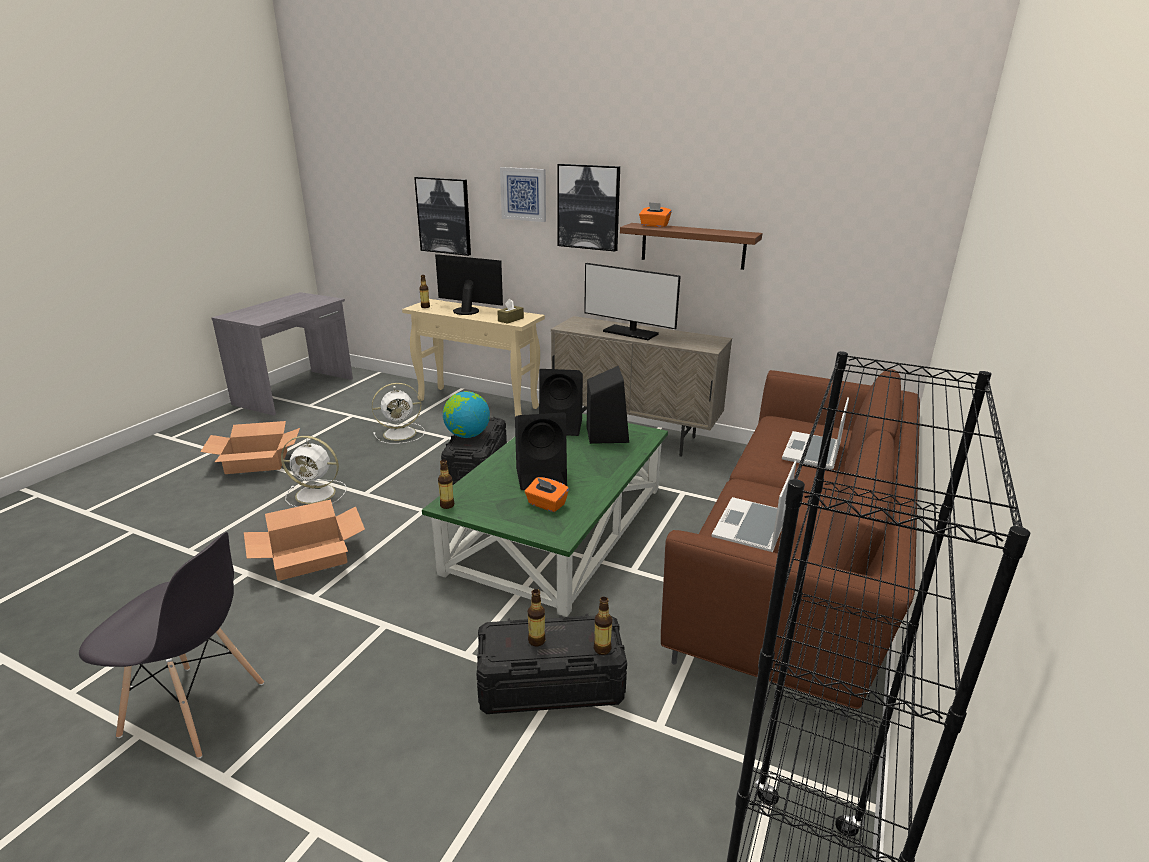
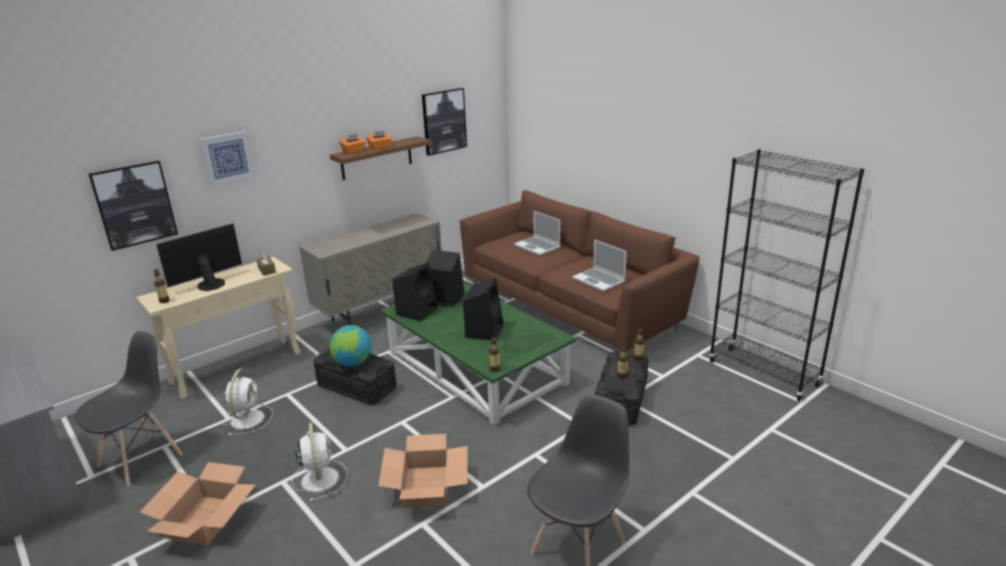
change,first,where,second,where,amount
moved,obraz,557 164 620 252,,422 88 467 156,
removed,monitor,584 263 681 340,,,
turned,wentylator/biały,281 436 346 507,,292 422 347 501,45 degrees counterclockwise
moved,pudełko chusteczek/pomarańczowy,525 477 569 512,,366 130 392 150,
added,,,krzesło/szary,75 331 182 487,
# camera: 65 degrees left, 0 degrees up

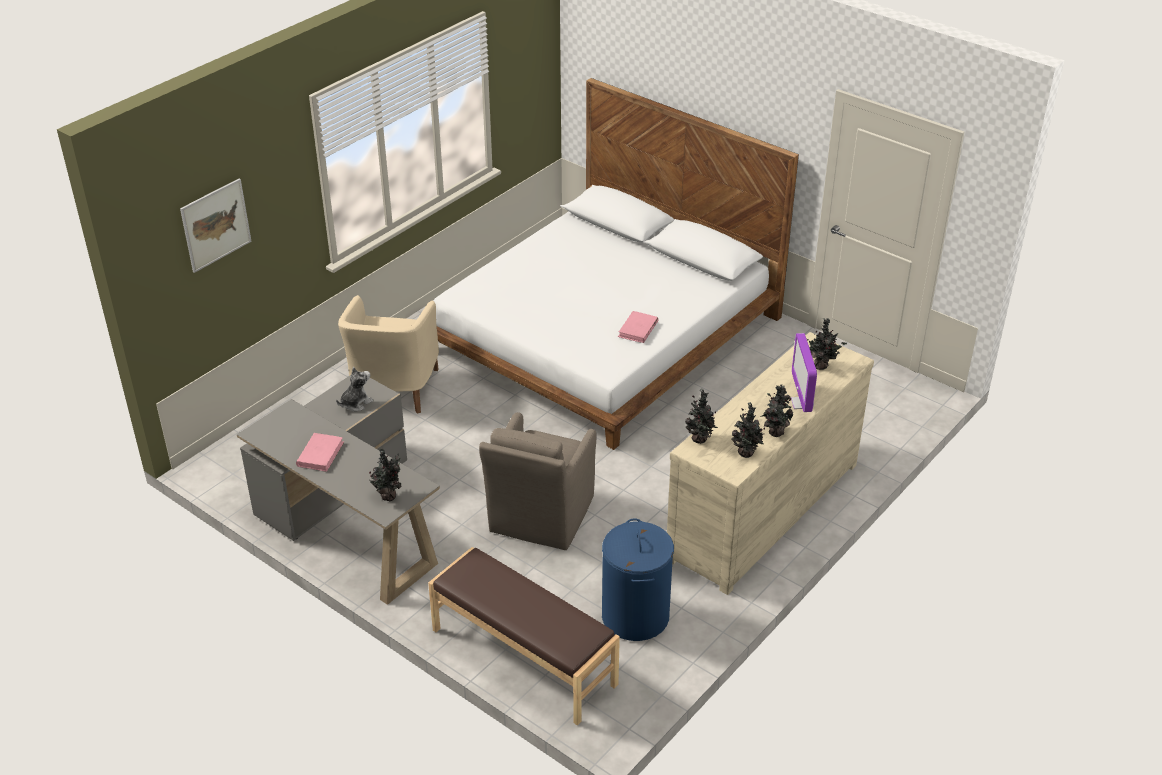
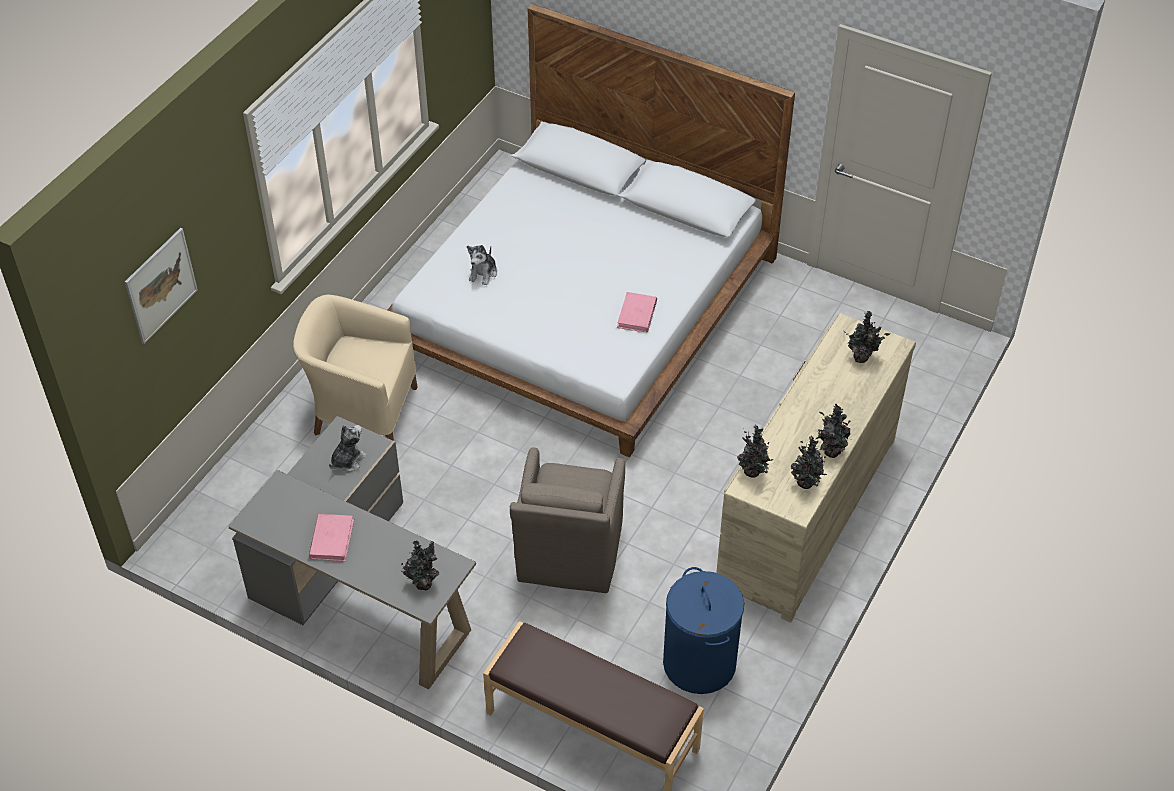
change,first,where,second,where,amount
turned,fotel/beżowy,338 295 439 414,,293 295 418 440,105 degrees clockwise
removed,monitor,791 333 817 412,,,
added,,,pluszak,467 245 497 285,
# camera: 10 degrees left, 10 degrees up

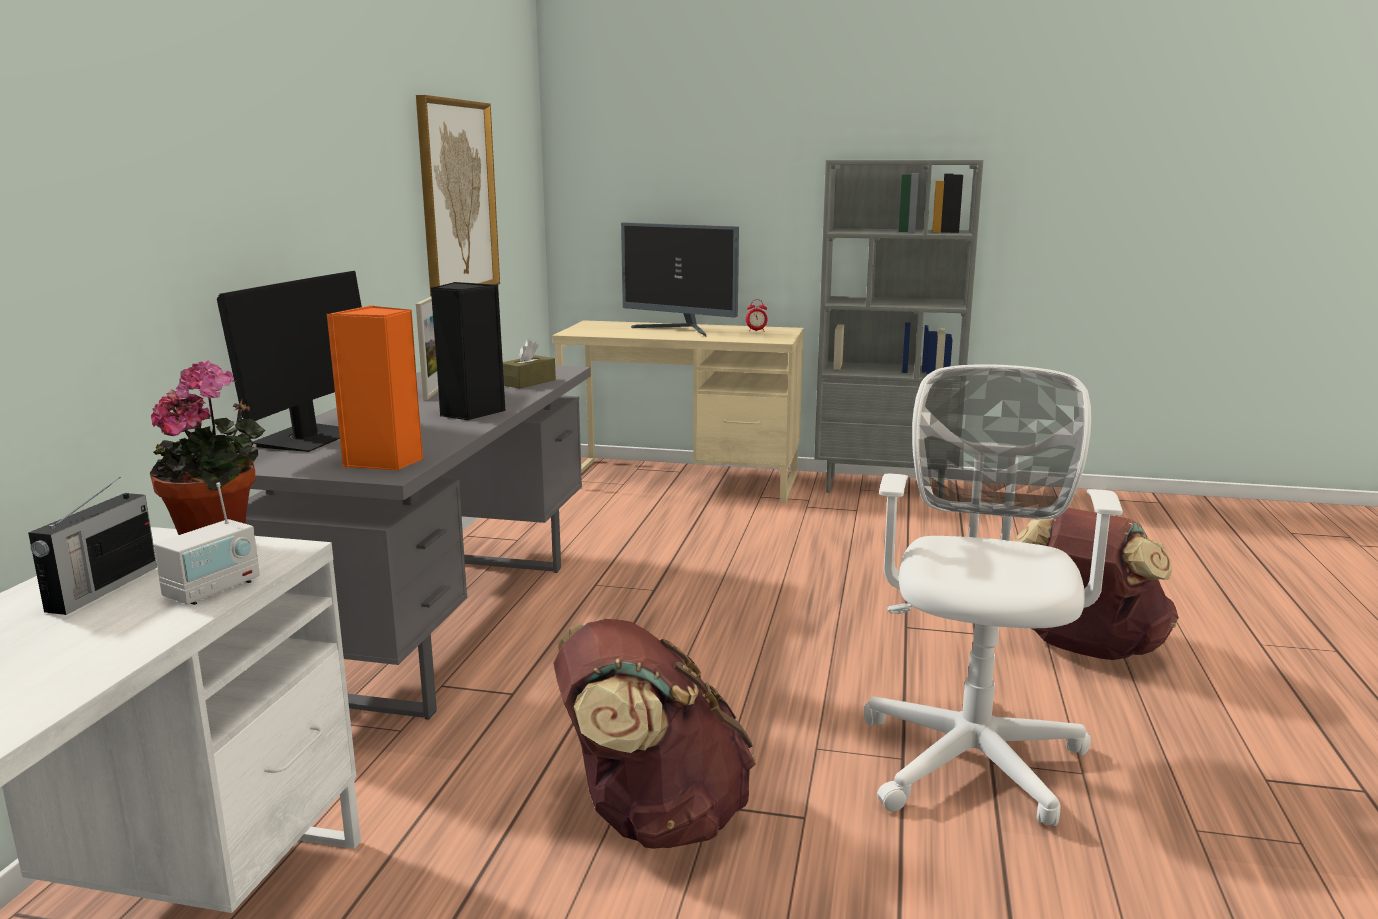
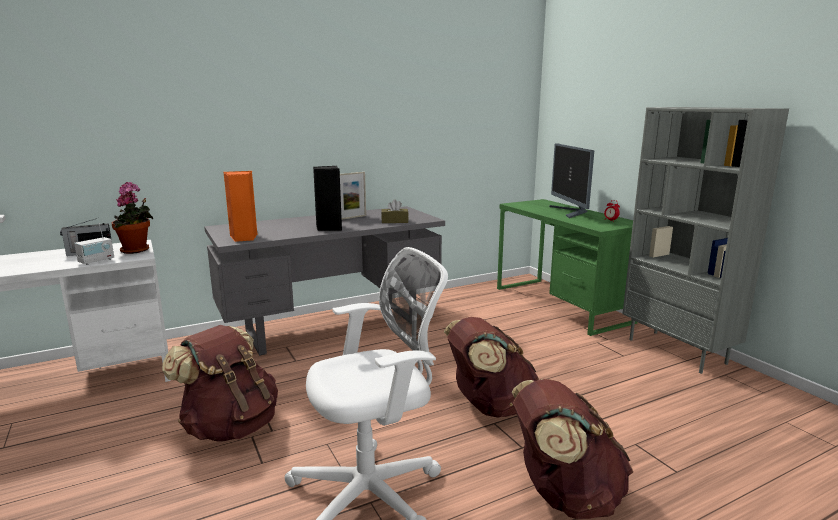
change,first,where,second,where,amount
removed,obraz,416 95 500 297,,,
removed,monitor,217 271 362 452,,,
recoloured,biurko/beżowy,552 320 804 503,biurko/zielony,497 199 638 336,
turned,radio,154 482 260 605,,74 223 114 265,45 degrees counterclockwise
added,,,plecak/brązowy,444 317 539 418,
# camera: 50 degrees right, 0 degrees up

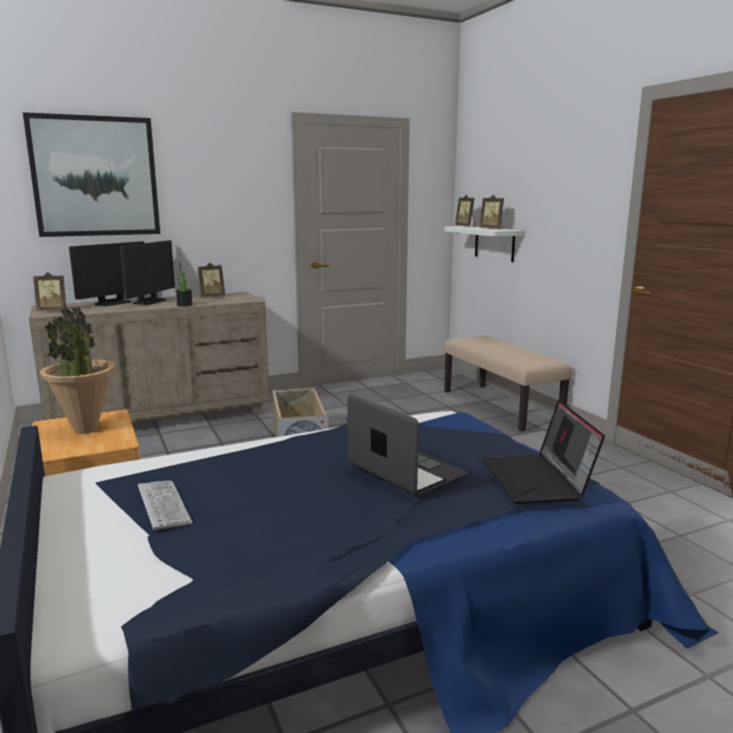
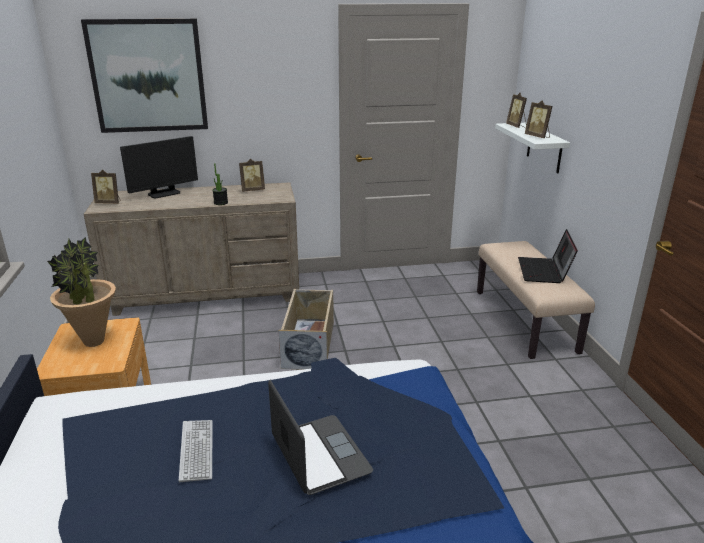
change,first,where,second,where,amount
removed,monitor,120 240 175 305,,,
moved,laptop,482 400 605 504,,518 229 578 283,
moved,klawiatura,138 480 193 530,,179 420 213 482,
# camera: 15 degrees right, 10 degrees up

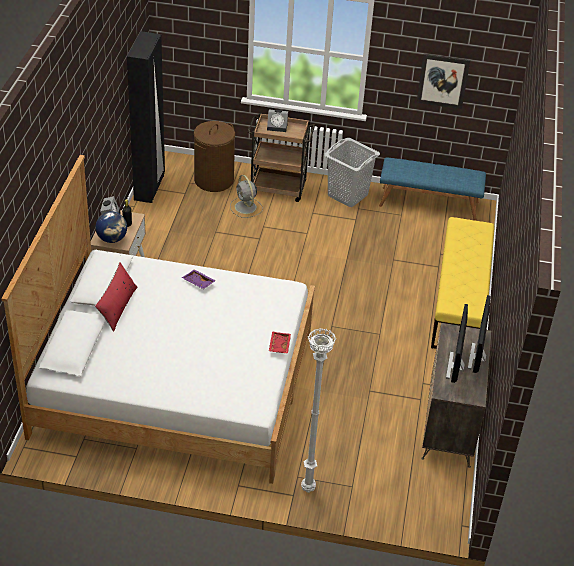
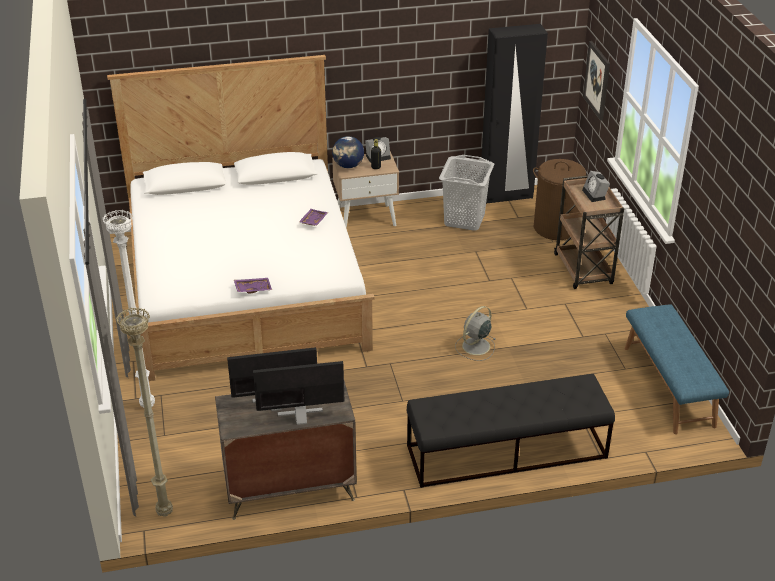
change,first,where,second,where,amount
moved,obraz,416 54 470 109,,583 41 610 121,
moved,kosz na pranie/szary,324 138 380 207,,439 155 494 231,
moved,wentylator/szary,230 175 263 218,,455 306 496 361,
recoloured,ławka/żółty,431 217 495 349,ławka/czarny,406 374 615 488,
removed,poduszka/czerwony,95 262 137 332,,,
recoloured,taca/czerwony,269 331 291 353,taca/fioletowy,234 278 272 293,
added,,,lampa stojąca/beżowy,116 307 173 517,
# camera: 70 degrees right, 5 degrees down

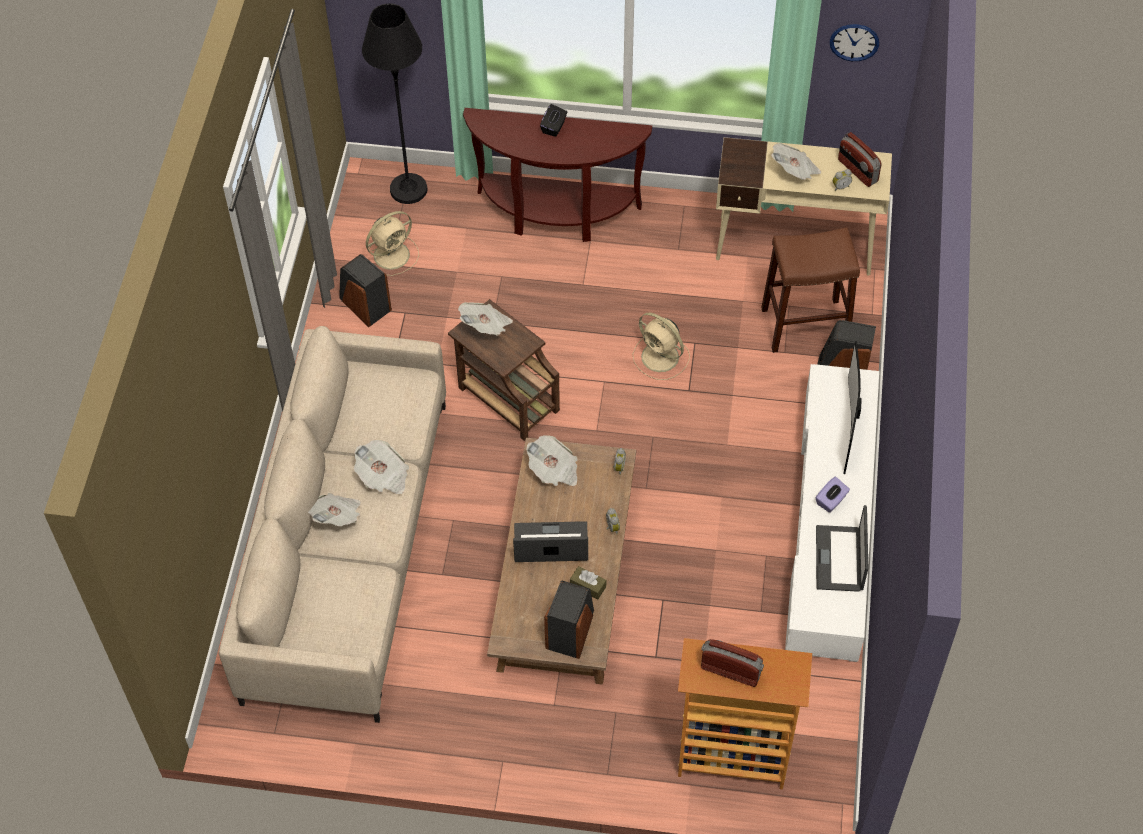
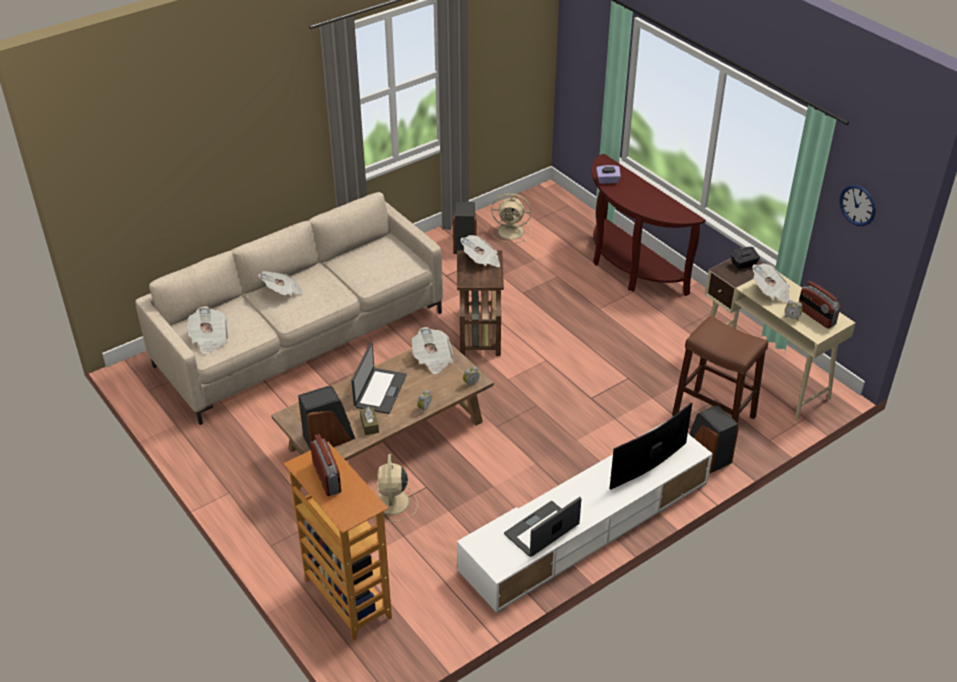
change,first,where,second,where,amount
removed,lampa stojąca/czarny,362 3 427 204,,,
moved,pudełko chusteczek/czarny,540 104 567 137,,731 247 760 270,
turned,radio,838 132 882 187,,799 281 840 329,45 degrees counterclockwise
moved,wentylator/beżowy,633 313 690 380,,373 454 418 522,
moved,gazeta,354 440 409 495,,186 306 229 354,
moved,pudełko chusteczek/fioletowy,815 477 850 513,,596 165 621 184,
turned,laptop,513 521 588 562,,351 342 407 414,60 degrees clockwise
# camera: 45 degrees right, 15 degrees down

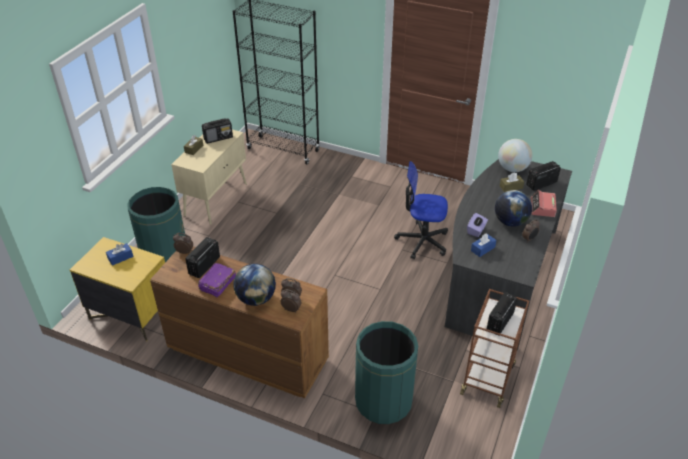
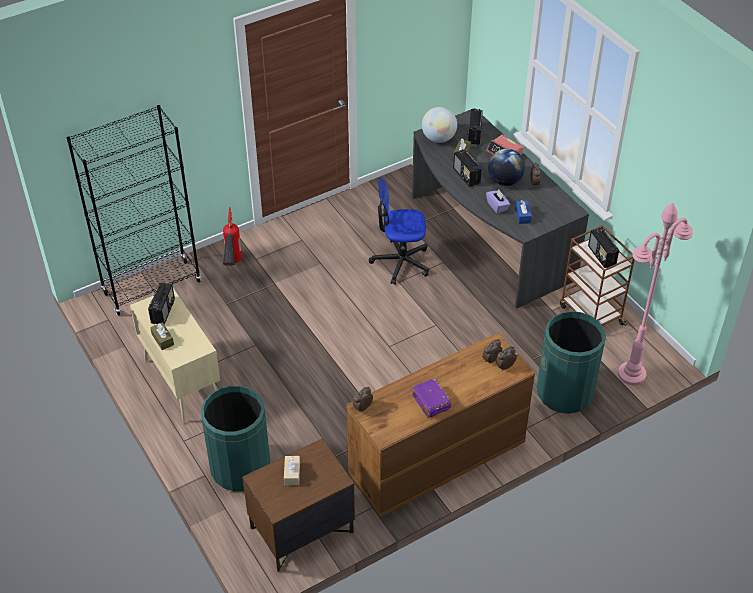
change,first,where,second,where,amount
turned,krzesło biurowe,394 161 448 259,,369 178 429 285,45 degrees clockwise
recoloured,szafka nocna/żółty,70 237 165 341,szafka nocna/brązowy,242 439 355 572,
moved,radio,185 237 220 278,,453 149 482 187,
recoloured,pudełko chusteczek/niebieski,106 243 133 266,pudełko chusteczek/beżowy,284 456 300 485,
removed,globus,234 264 276 306,,,
added,,,lampa stojąca/różowy,618 203 693 385,
added,,,gaśnica,223 207 242 266,
# camera: 55 degrees left, 5 degrees up

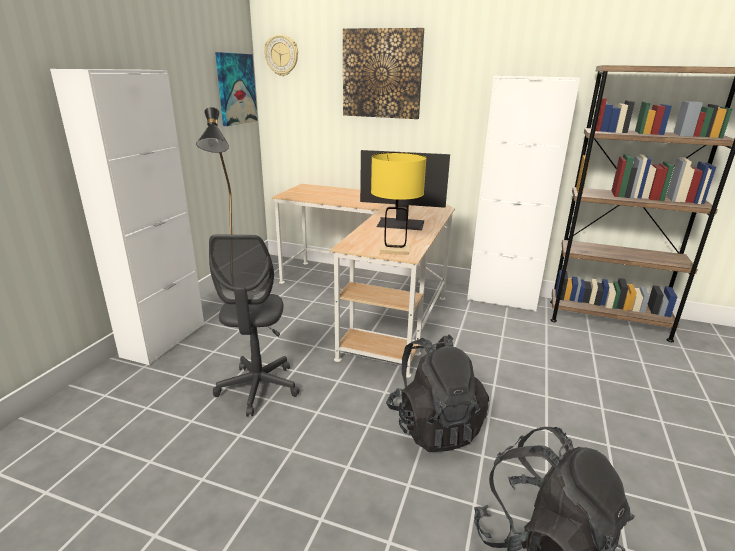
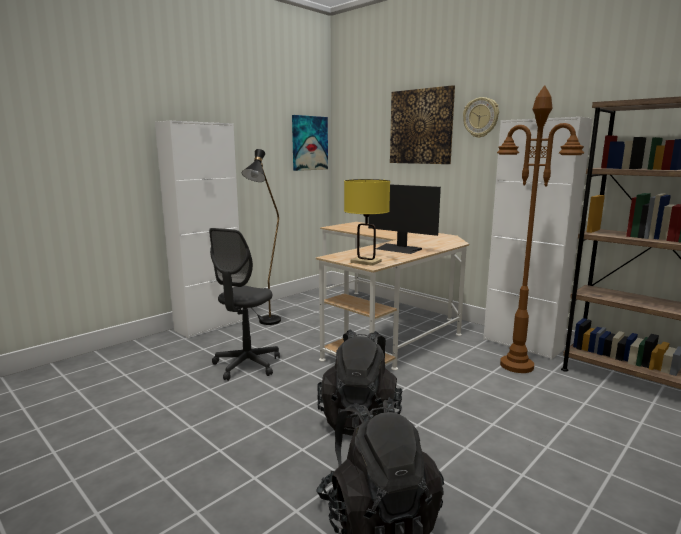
change,first,where,second,where,amount
moved,zegar ścienny,264 34 298 76,,463 97 499 138,
added,,,lampa stojąca/brązowy,497 85 584 373,
# camera: 25 degrees right, 10 degrees down

